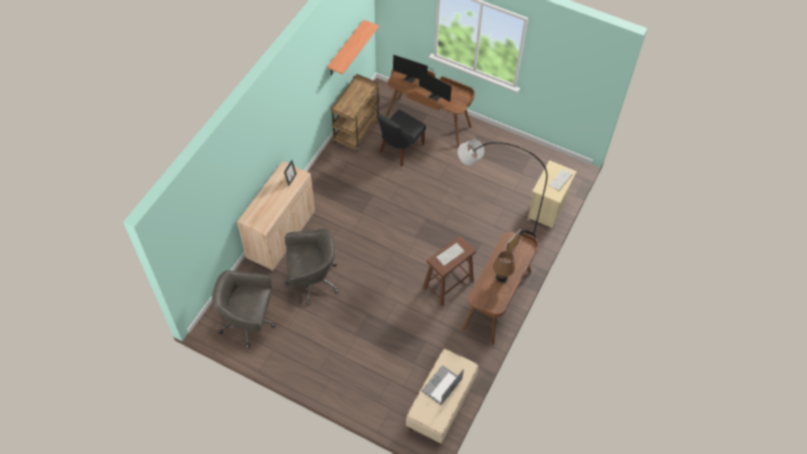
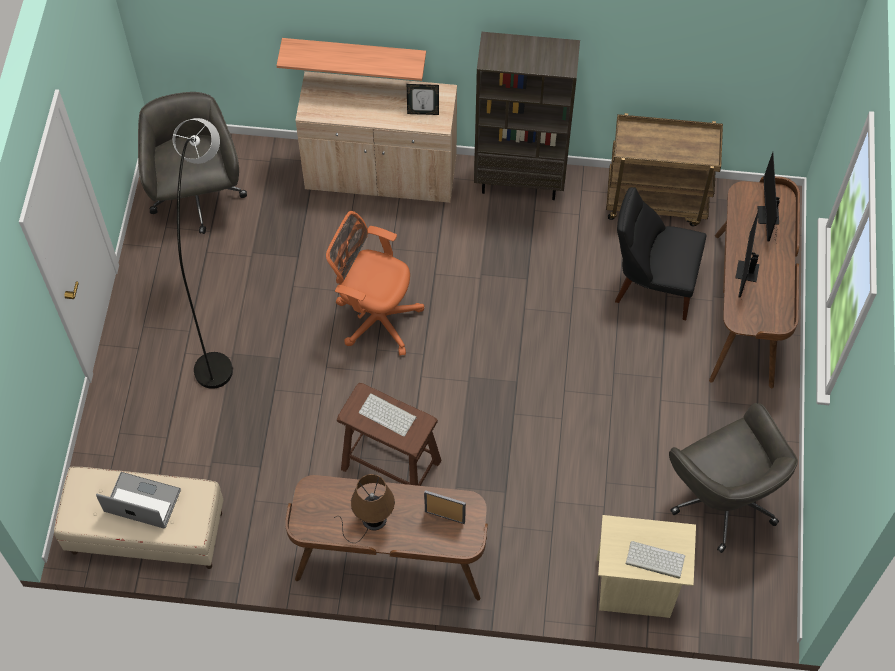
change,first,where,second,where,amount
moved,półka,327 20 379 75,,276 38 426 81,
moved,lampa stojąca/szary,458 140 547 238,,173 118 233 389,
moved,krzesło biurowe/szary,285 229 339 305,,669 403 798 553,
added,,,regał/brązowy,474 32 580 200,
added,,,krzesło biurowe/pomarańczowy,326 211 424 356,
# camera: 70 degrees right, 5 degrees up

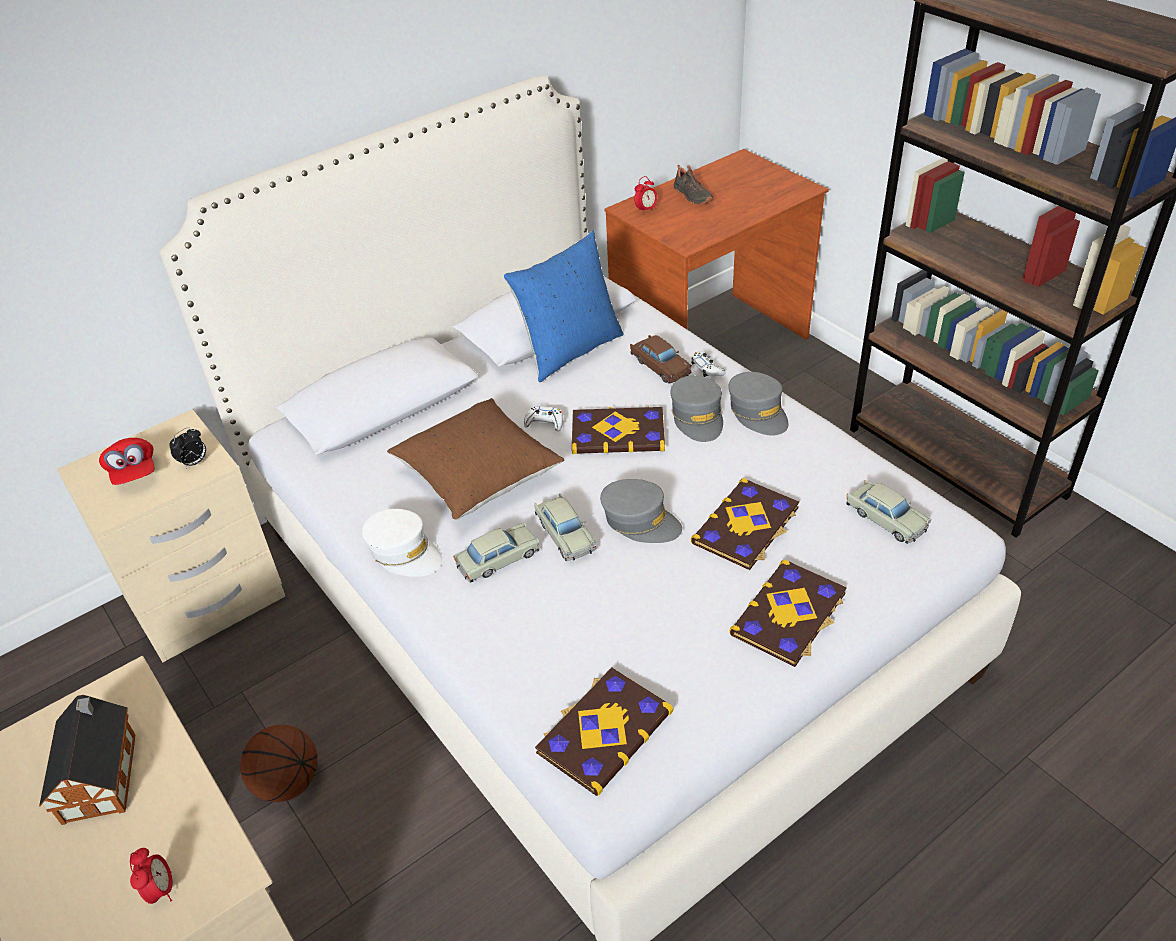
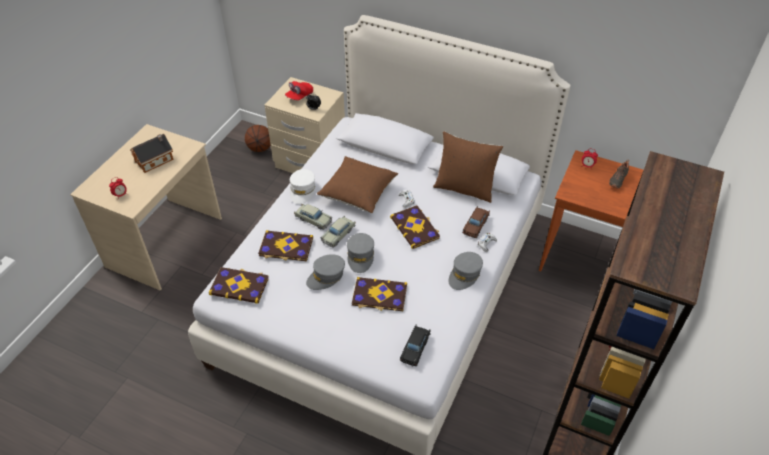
change,first,where,second,where,amount
recoloured,poduszka/niebieski,504 231 623 382,poduszka/brązowy,433 131 503 203,
moved,czapka z daszkiem/szary,670 375 723 442,,306 254 345 290,
recoloured,samochodzik/beżowy,846 480 931 544,samochodzik/czarny,400 325 431 366,
moved,książka,729 560 847 667,,258 230 313 261,
moved,piłka do koszykówki,240 725 318 802,,245 125 271 152,
# camera: 60 degrees right, 5 degrees up

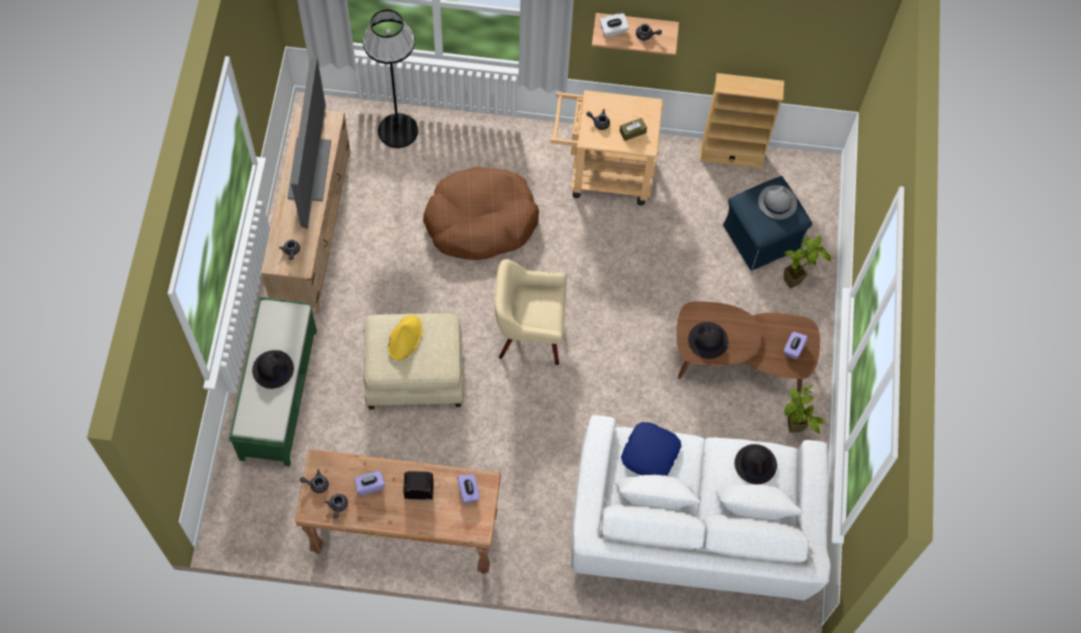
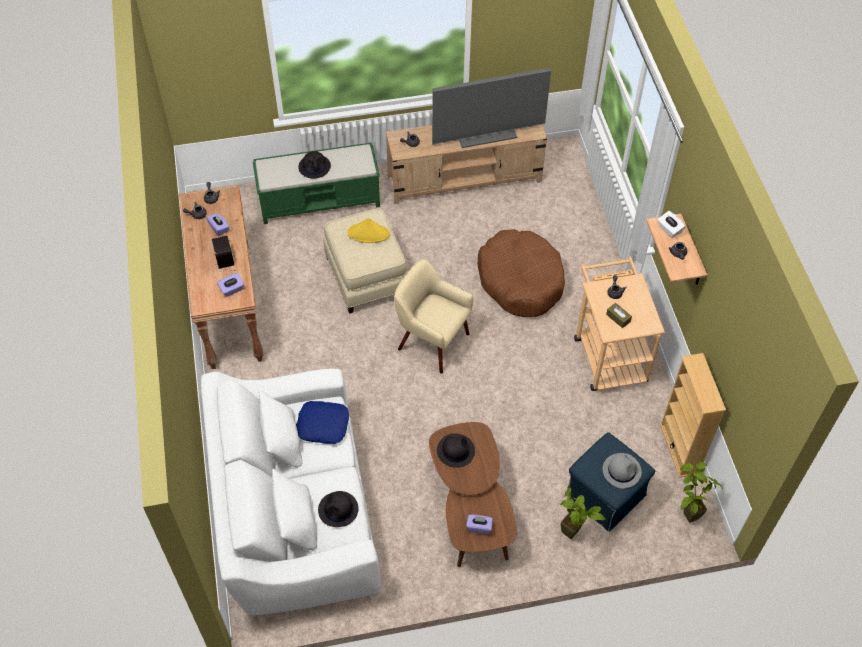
change,first,where,second,where,amount
removed,lampa stojąca/czarny,363 10 418 148,,,
turned,fotel/beżowy,495 259 567 365,,394 259 473 374,45 degrees counterclockwise
moved,roślina doniczkowa,784 385 826 434,,680 462 723 523,
# camera: 75 degrees right, 10 degrees down

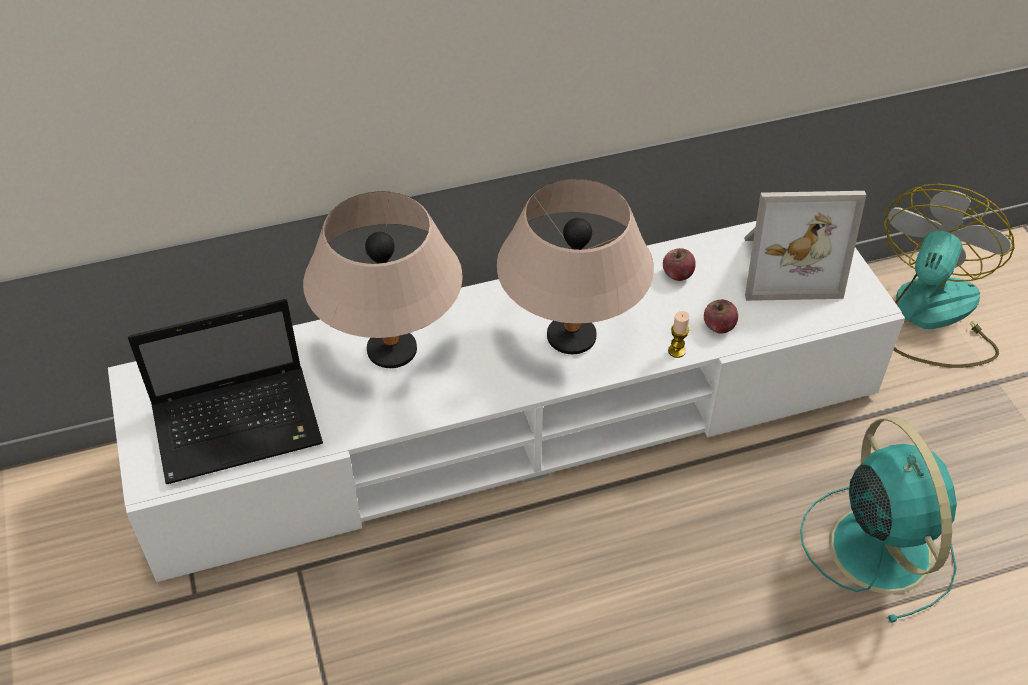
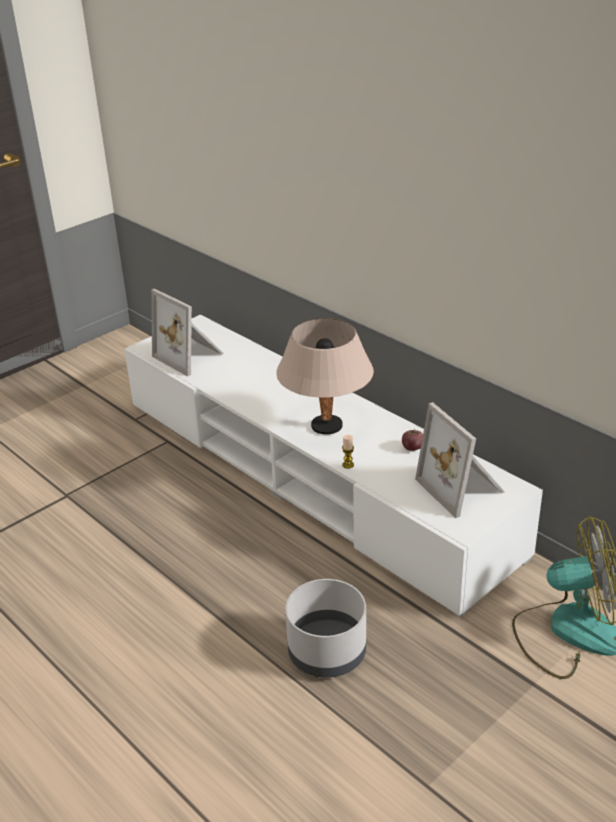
change,first,where,second,where,amount
removed,lampa stołowa/beżowy,303 191 463 368,,,
replaced,laptop,128 299 323 484,ramka na zdjęcie,151 289 224 377,
removed,jabłko,704 300 738 333,,,
replaced,wentylator/turkusowy,800 417 957 623,donica/szary,285 579 366 678,
# camera: 65 degrees right, 15 degrees down

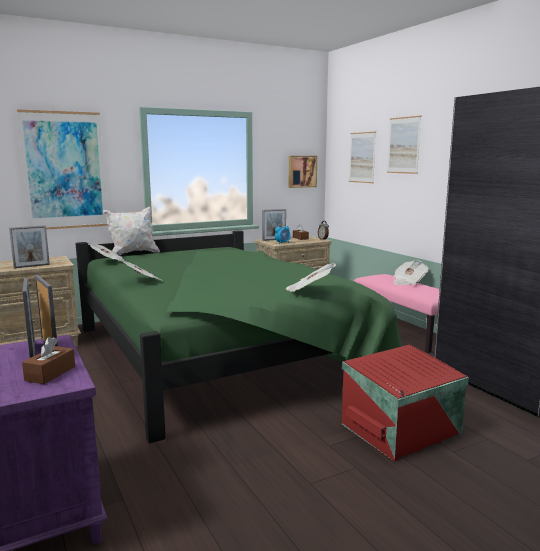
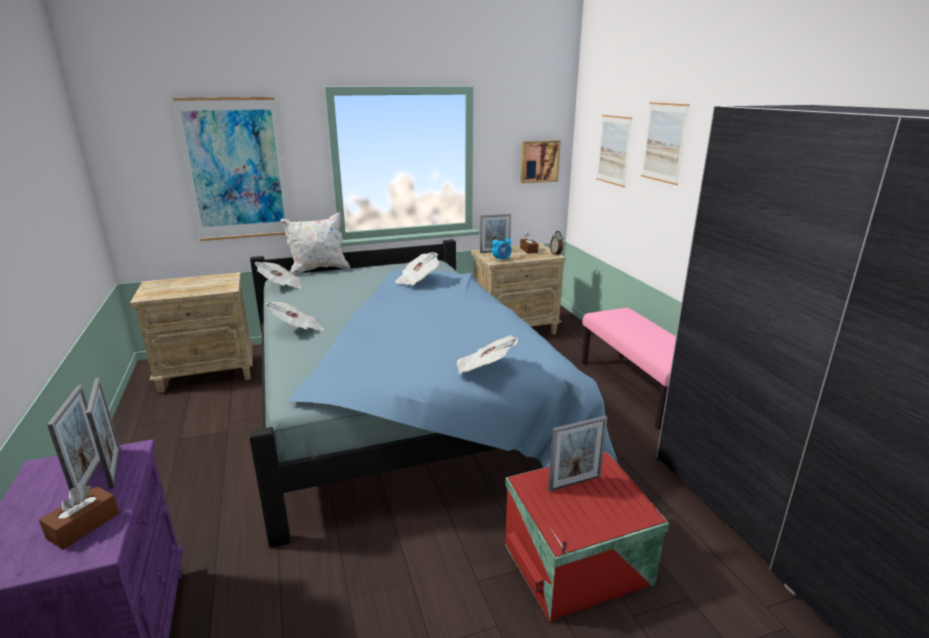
change,first,where,second,where,amount
moved,ramka na zdjęcie,9 225 50 268,,548 416 607 491,
recoloured,łóżko/zielony,75 230 402 443,łóżko/niebieski,250 239 618 548,
moved,gazeta,393 260 429 285,,395 252 440 285,
# camera: 10 degrees right, 10 degrees up

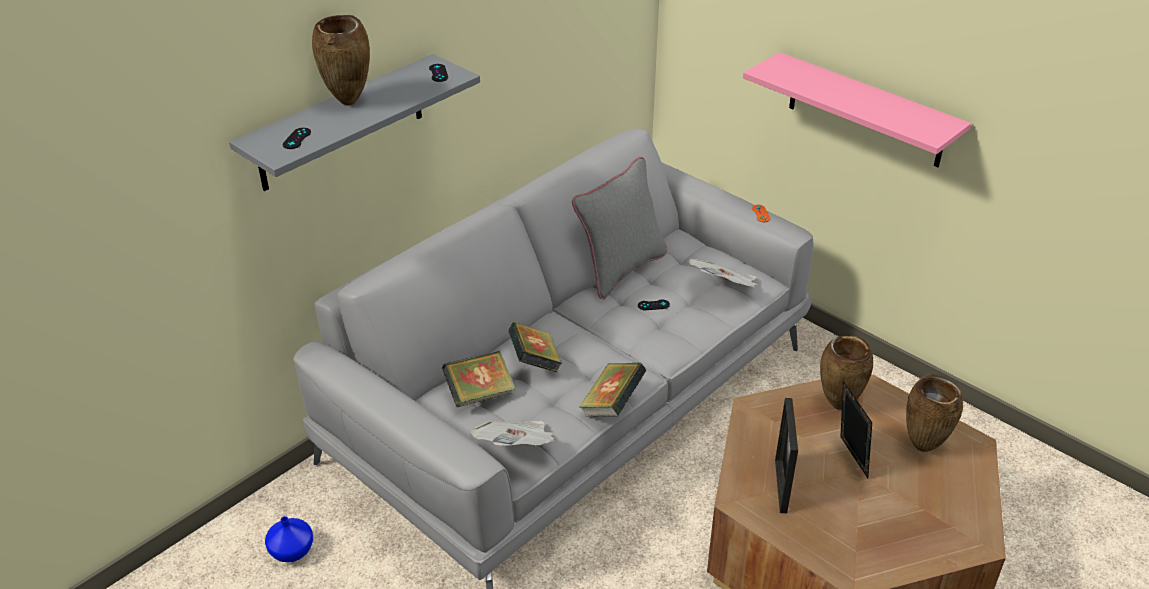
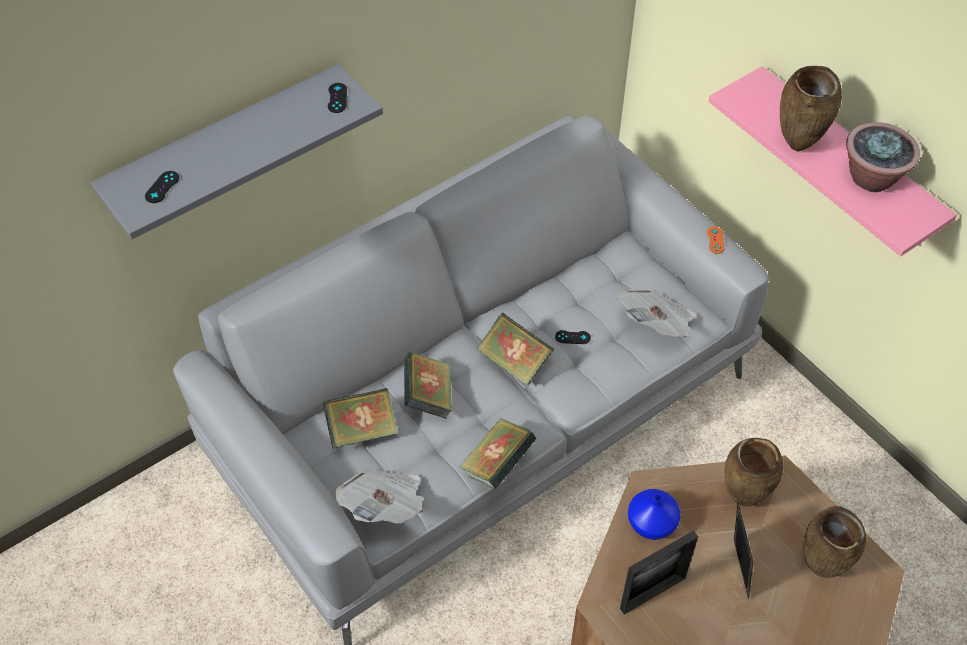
change,first,where,second,where,amount
moved,wazon/brązowy,312 15 370 106,,780 66 842 152,
removed,poduszka/szary,572 157 667 299,,,
turned,ramka na zdjęcie,775 398 798 513,,620 530 698 614,135 degrees counterclockwise
moved,wazon/niebieski,265 516 313 562,,628 489 681 540,
added,,,roślina doniczkowa,846 122 920 192,
added,,,książka,476 313 554 386,
# camera: 10 degrees right, 15 degrees up

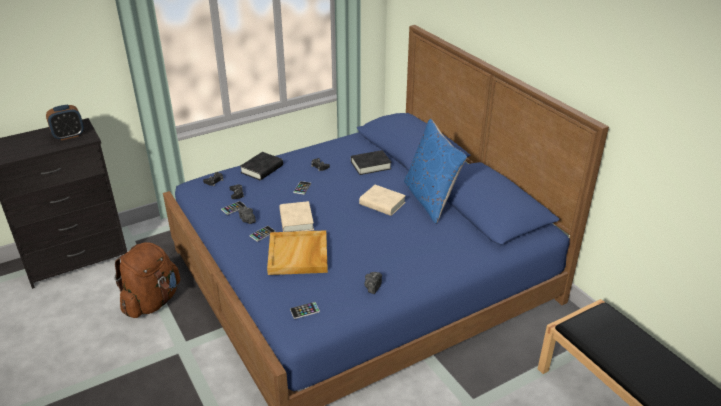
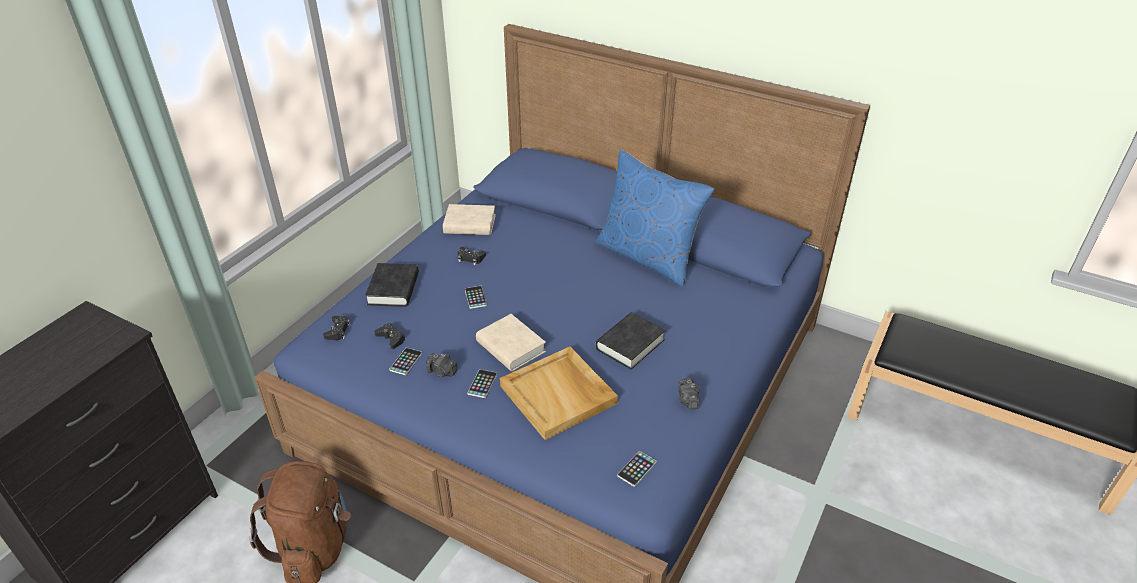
change,first,where,second,where,amount
removed,budzik,46 105 84 140,,,
moved,książka/czarny,351 150 392 175,,596 312 666 369,
moved,książka/beżowy,359 185 406 216,,443 204 496 235,
# camera: 30 degrees left, 5 degrees up

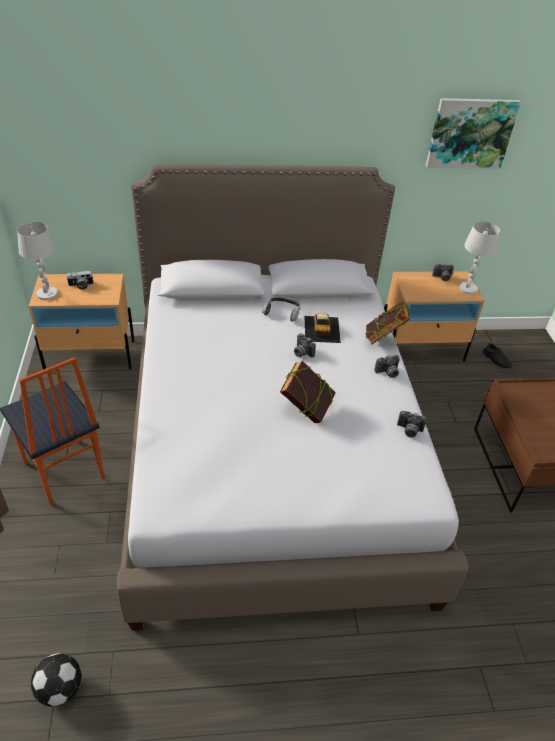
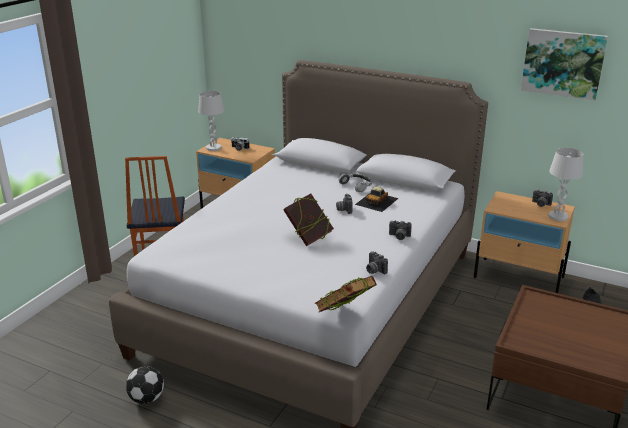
change,first,where,second,where,amount
moved,książka,365 301 410 345,,315 276 377 312,
moved,piłka futbolowa,31 653 82 707,,126 366 164 404,
# camera: 35 degrees right, 15 degrees down

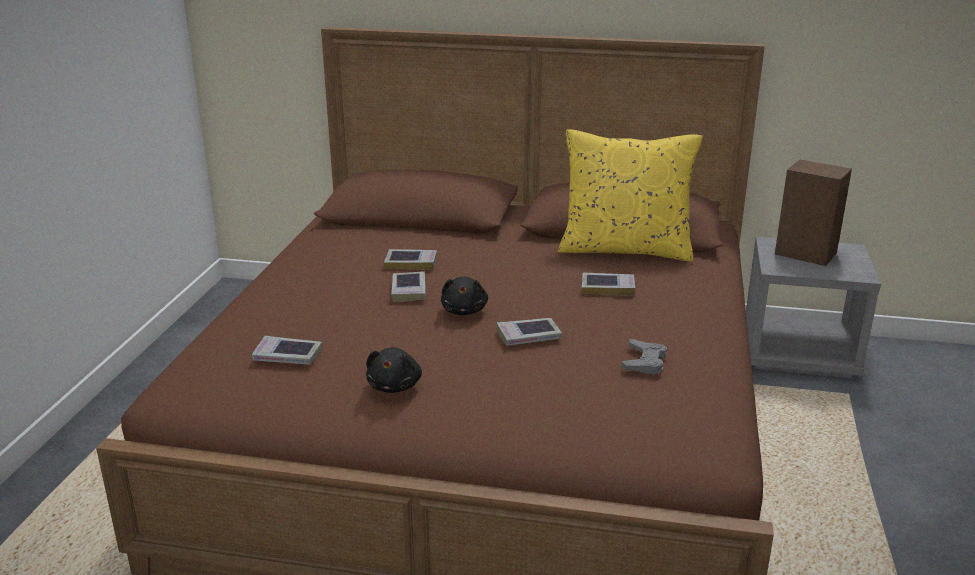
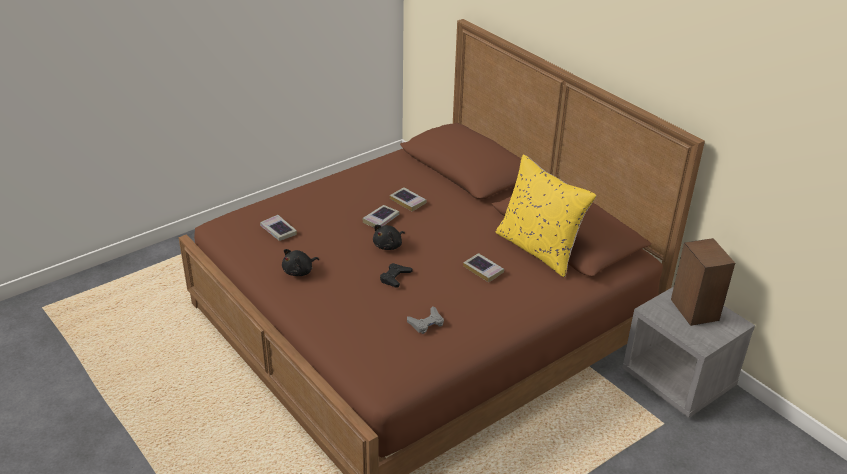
change,first,where,second,where,amount
replaced,książka,497 318 562 346,pad do gier/czarny,380 263 413 288,
# camera: 40 degrees right, 10 degrees up

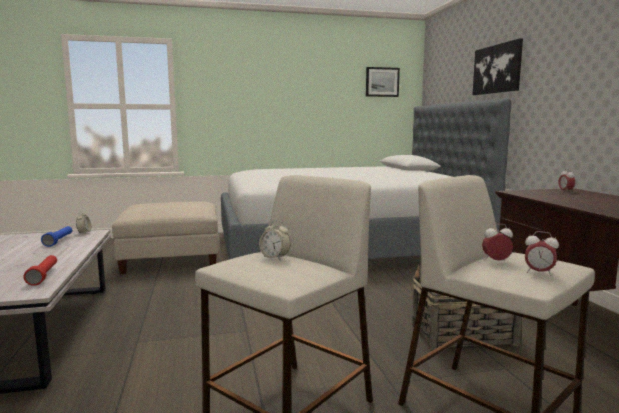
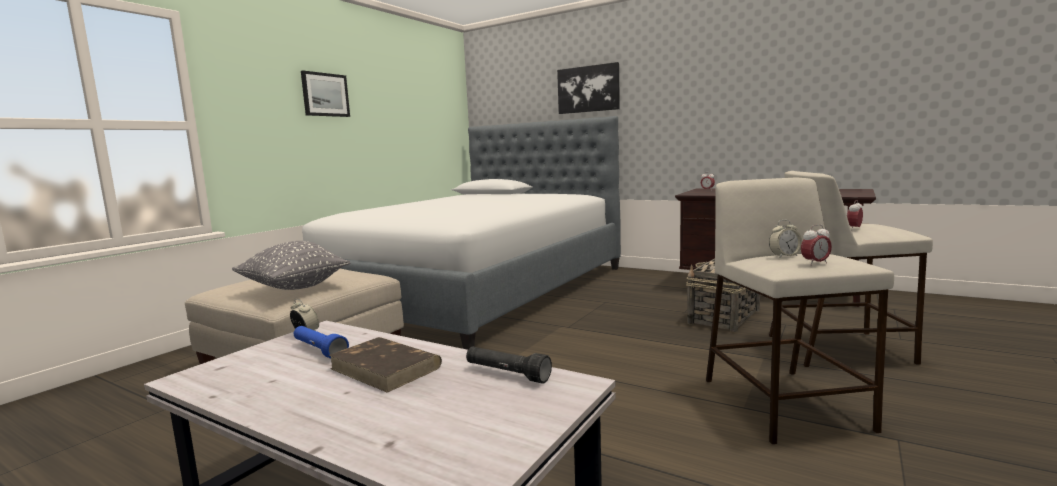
change,first,where,second,where,amount
moved,obraz,366 67 400 97,,301 71 350 117,
moved,budzik,525 231 559 276,,801 224 832 266,
recoloured,latarka/czerwony,24 255 57 286,latarka/czarny,466 347 552 384,
added,,,poduszka/szary,232 241 351 290,
added,,,książka/brązowy,329 337 442 393,
# camera: 45 degrees left, 0 degrees up

